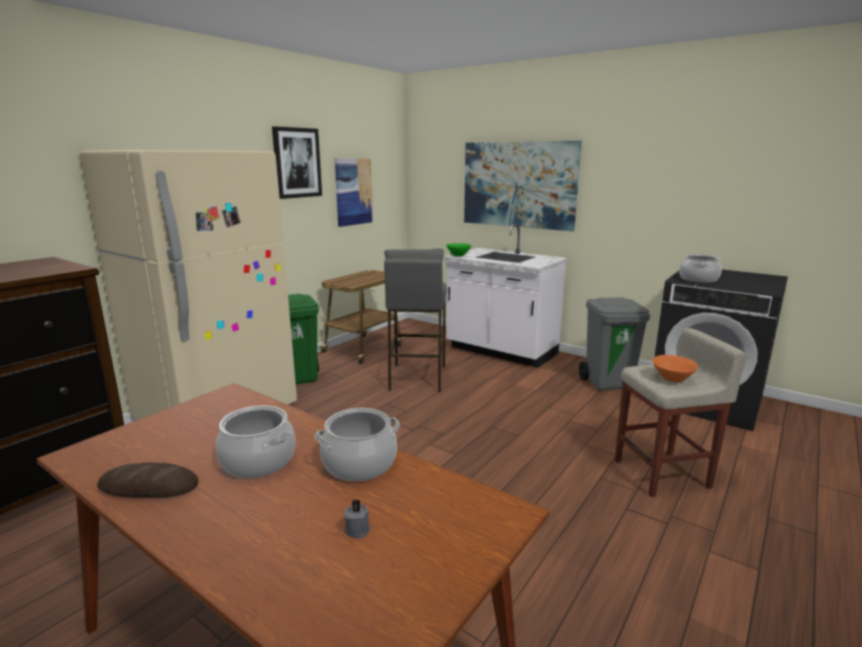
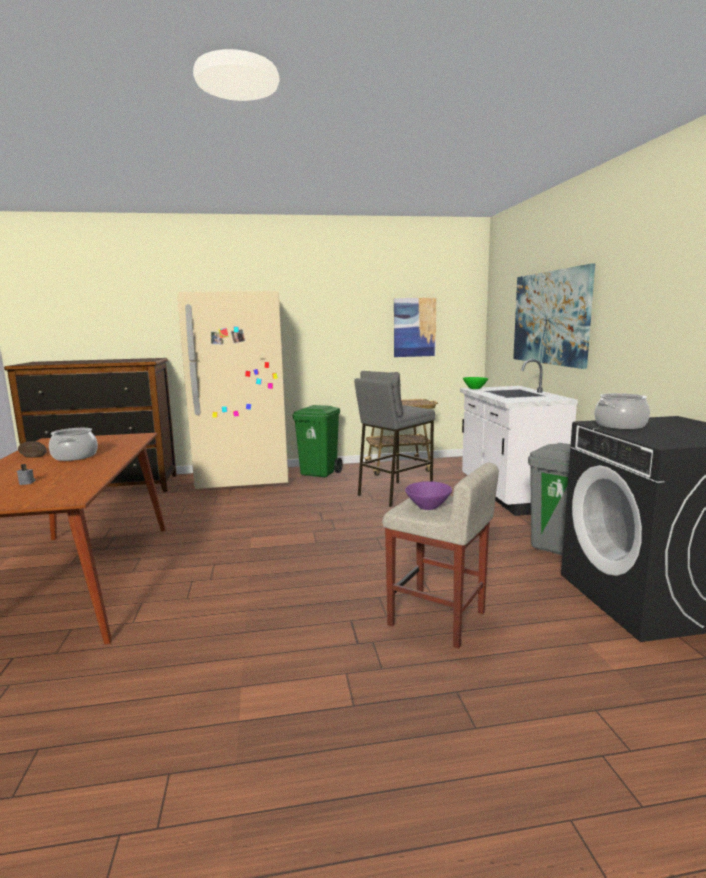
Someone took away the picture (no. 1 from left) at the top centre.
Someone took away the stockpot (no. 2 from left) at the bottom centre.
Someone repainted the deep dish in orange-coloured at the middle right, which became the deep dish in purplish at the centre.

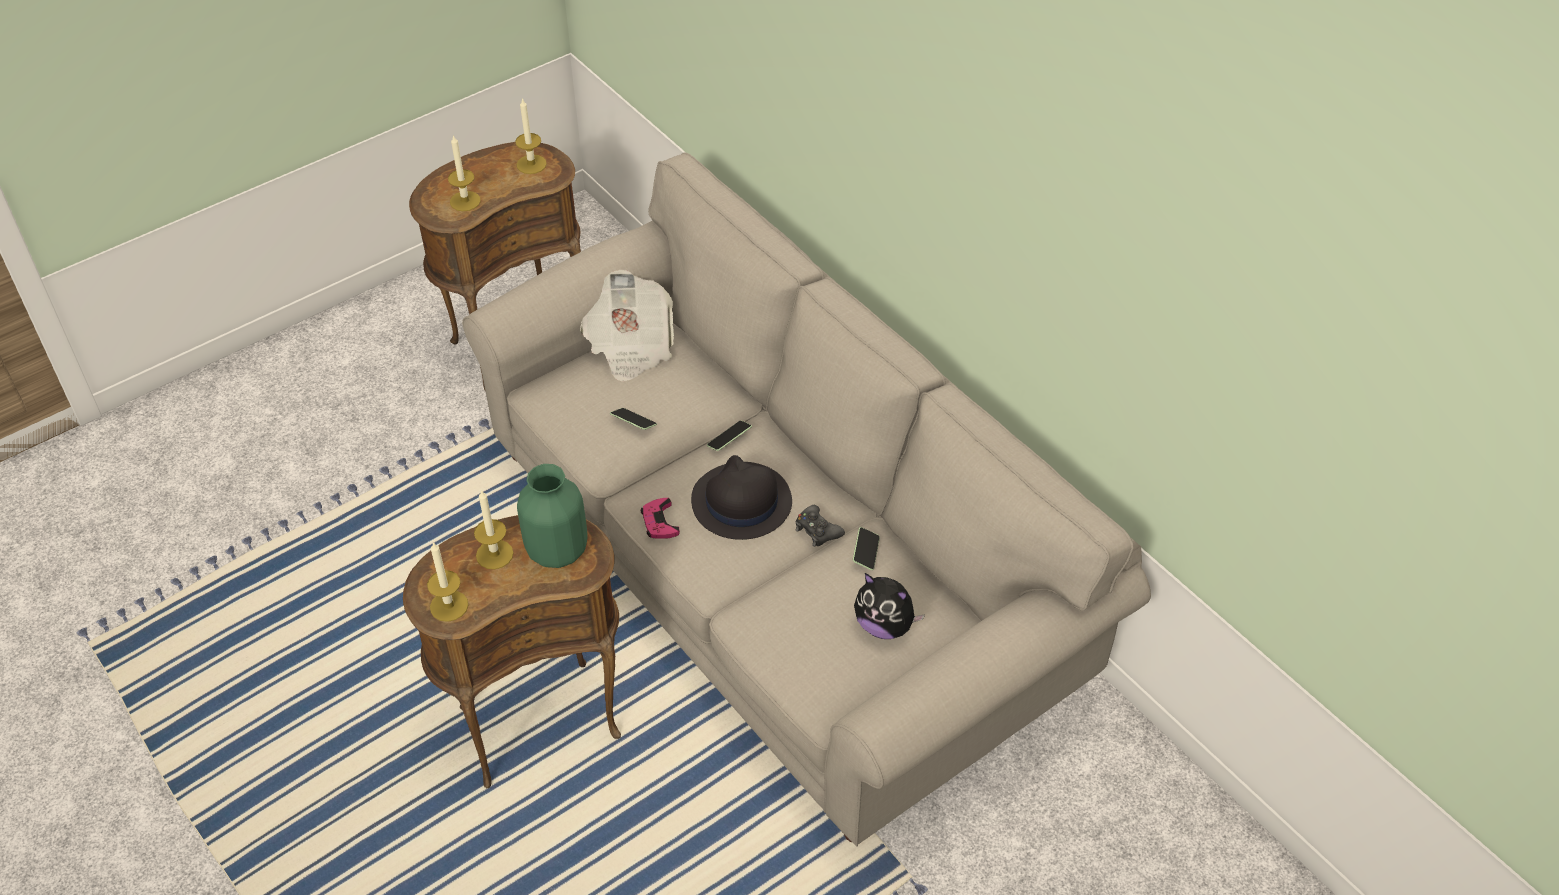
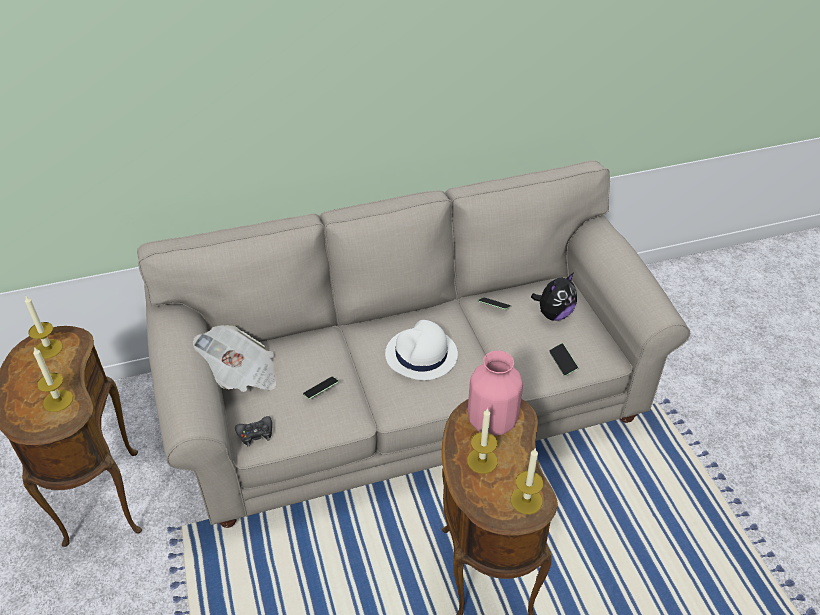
Someone repainted the flower vase in green at the centre, which became the flower vase in pink at the centre.
Someone took away the game controller in pink at the centre.
Someone repainted the clothing hat in black-coloured at the centre, which became the clothing hat in white at the centre.
Someone carried the phone (no. 2 from left in the first image) from the centre to the middle right.
Someone carried the game controller in black-coloured from the centre to the bottom left.

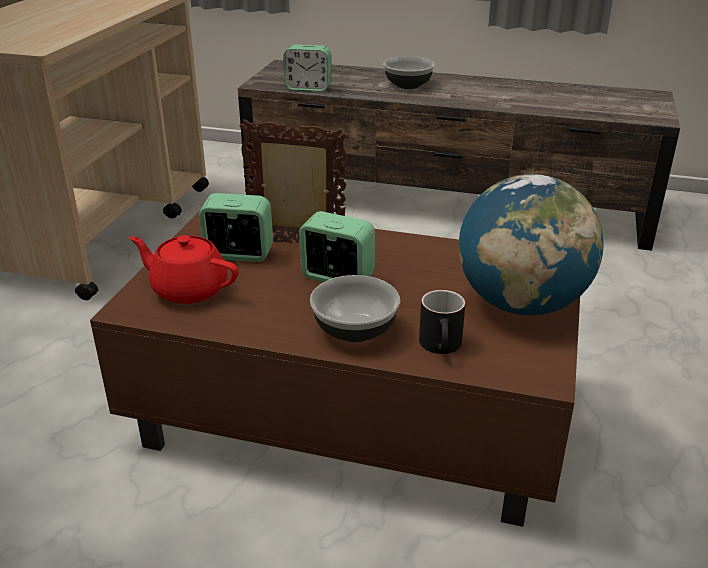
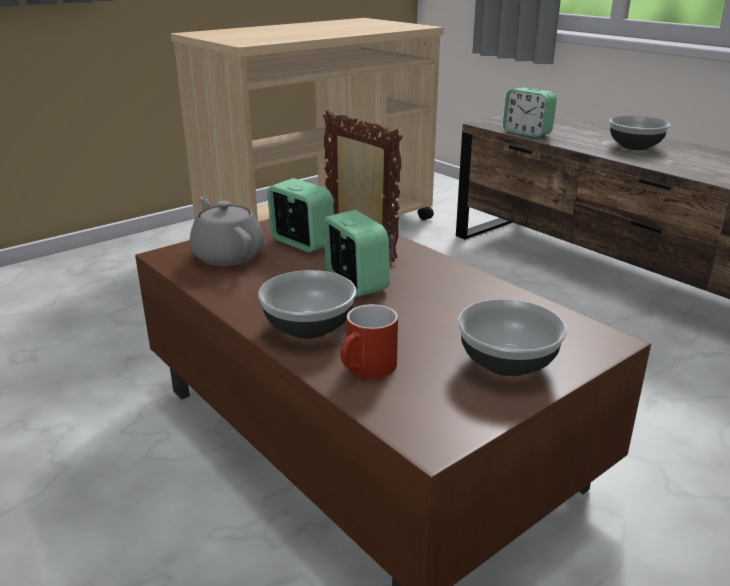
Someone repainted the teapot in red at the middle left, which became the teapot in greyish at the middle left.
Someone repainted the coffee mug in black-coloured at the centre, which became the coffee mug in red at the centre.
Someone swapped the desk globe at the middle right for the deep dish (no. 2 from left) at the middle right.

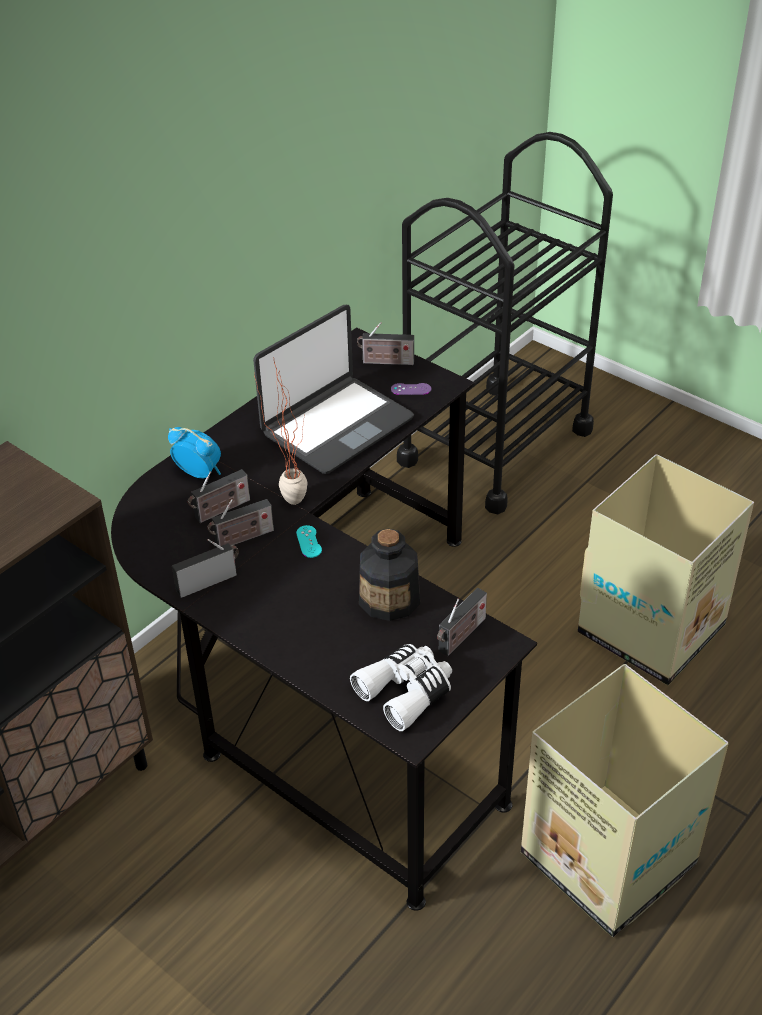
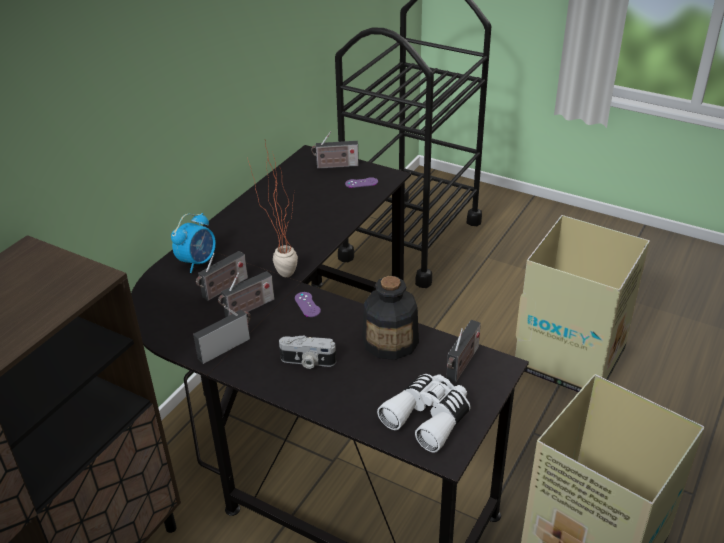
Someone rotated the bedside clock at the middle left by 105 degrees clockwise.
Someone took away the notebook computer at the centre.
Someone repainted the game controller in turquoise-coloured at the centre, which became the game controller in purplish (no. 1 from left) at the centre.
Someone put down the photo camera at the centre.

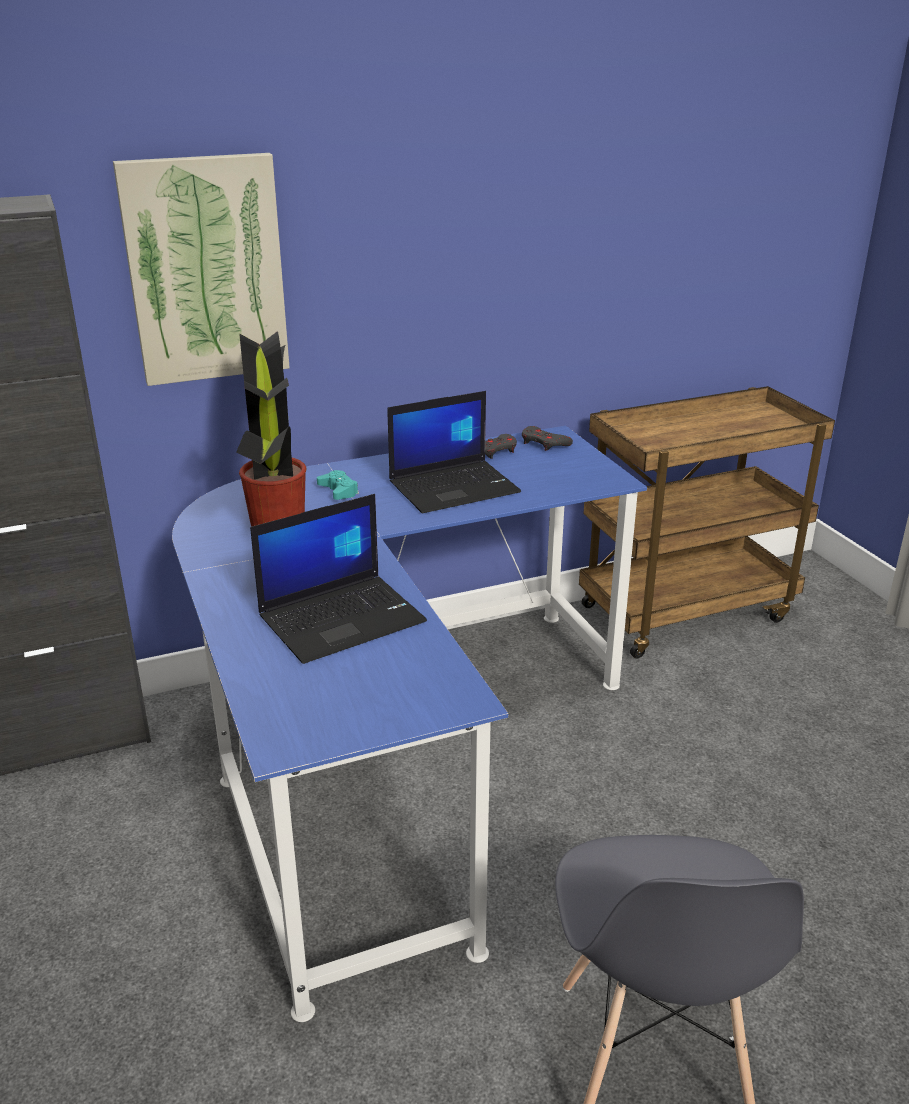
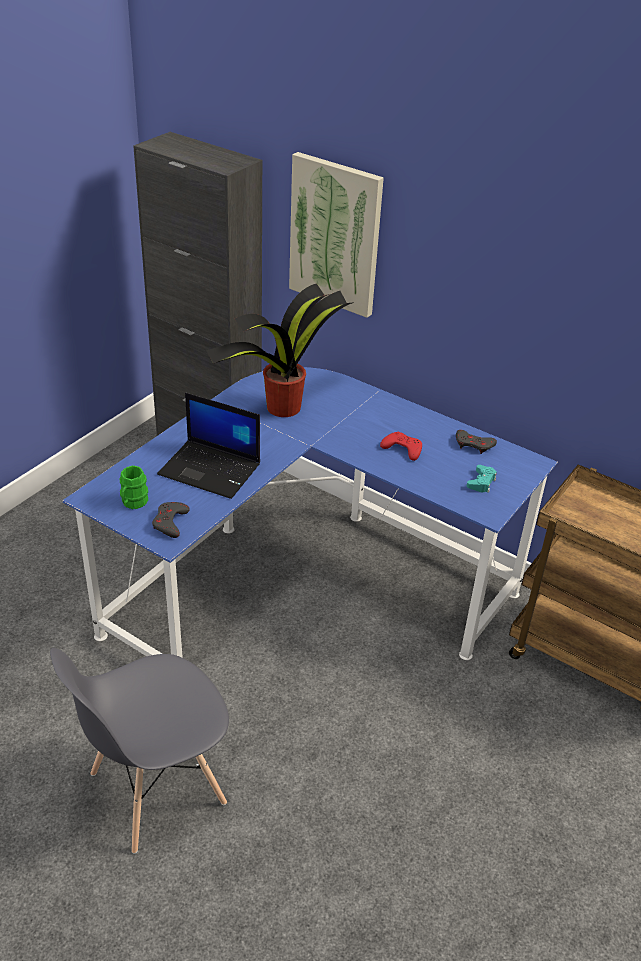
Someone carried the game controller in turquoise-coloured from the centre to the middle right.
Someone swapped the notebook computer (no. 2 from left) at the centre for the game controller in red at the centre.
Someone carried the game controller in greyish (no. 2 from left in the first image) from the centre to the middle left.
Someone put down the coffee mug in green at the middle left.

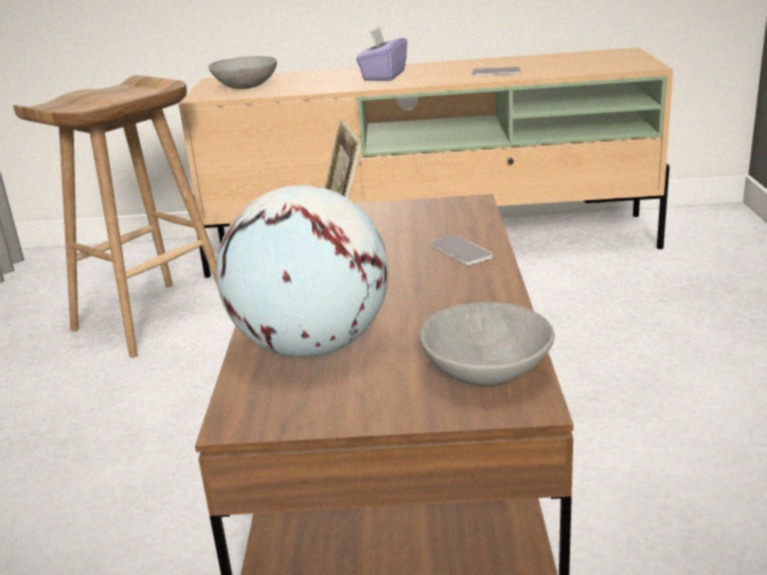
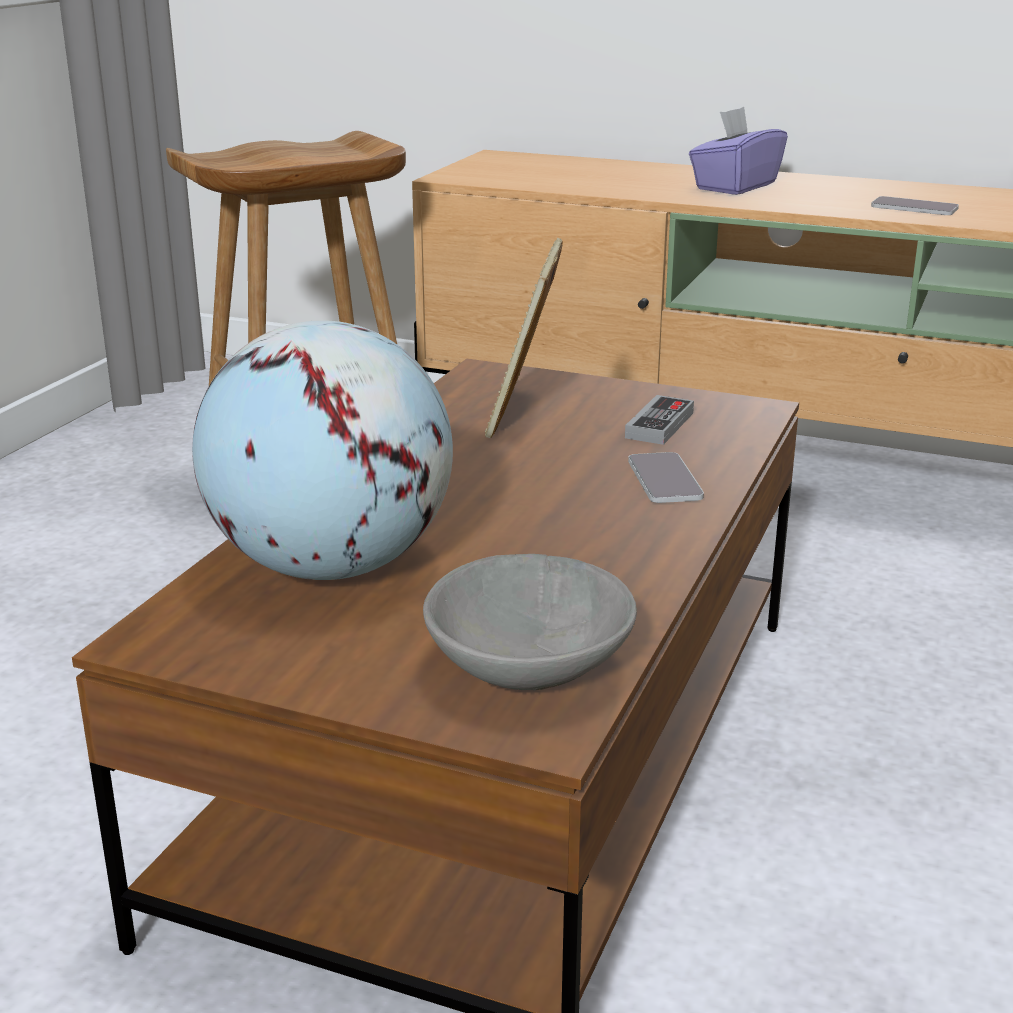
Someone took away the deep dish in greyish (no. 1 from left) at the top left.
Someone put down the game controller at the centre.

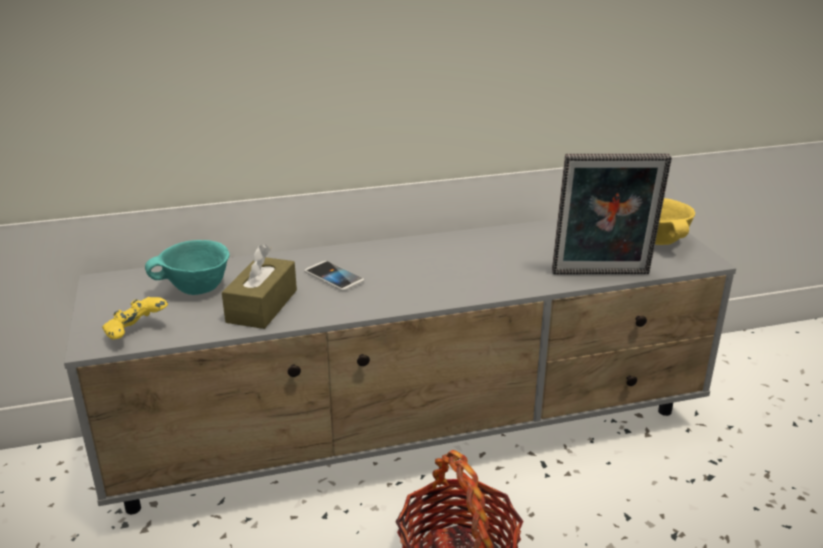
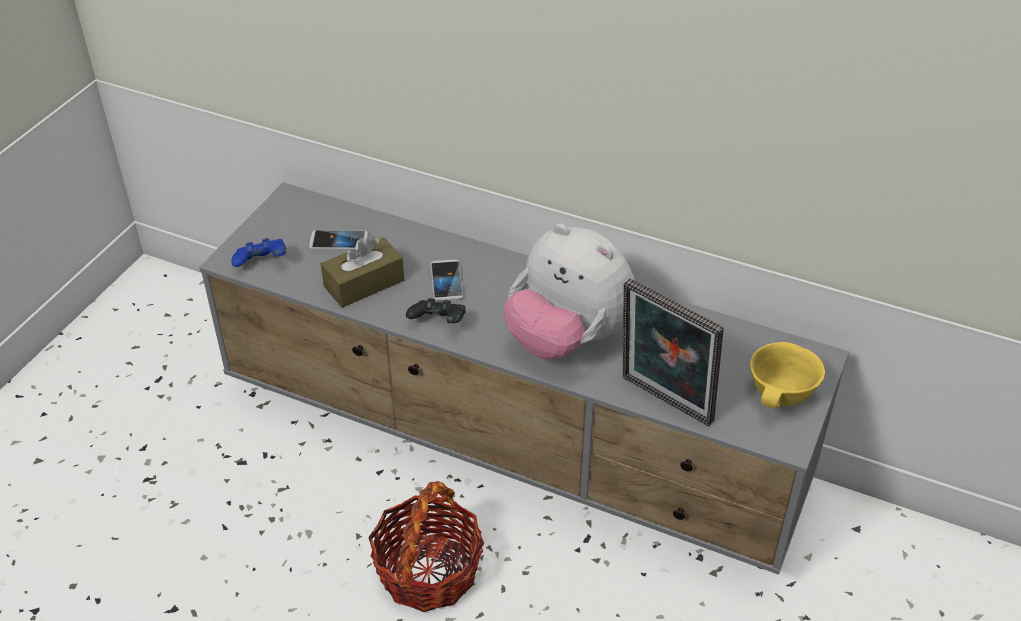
Someone repainted the game controller in yellow-coloured at the middle left, which became the game controller in blue at the middle left.
Someone swapped the deep dish in turquoise-coloured at the middle left for the phone (no. 1 from left) at the middle left.
Someone put down the game controller in black-coloured at the centre.
Someone put down the soft toy at the centre.

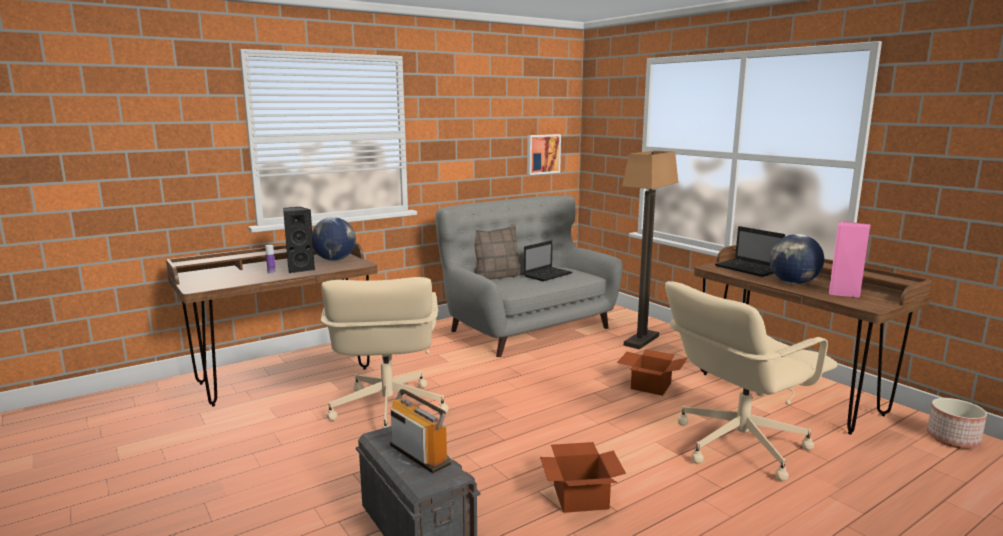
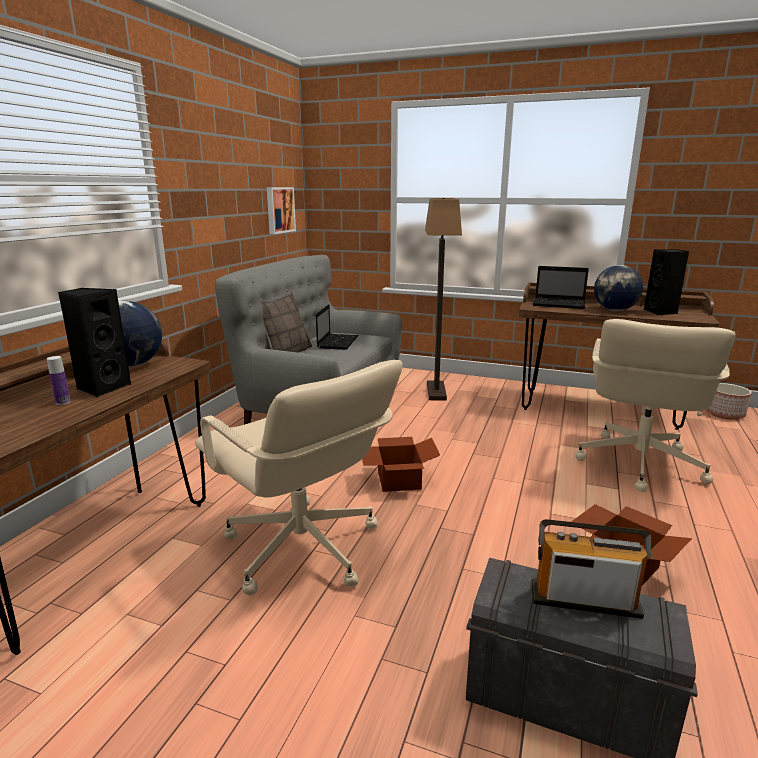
Someone carried the packing box (no. 2 from left in the first image) from the bottom centre to the centre.
Someone repainted the speaker in pink at the middle right, which became the speaker in black-coloured (no. 2 from left) at the middle right.

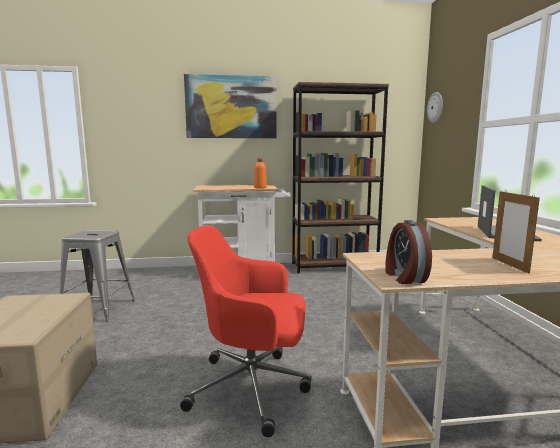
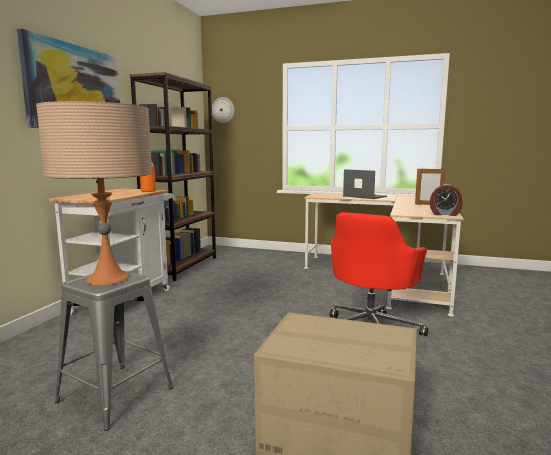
Someone put down the lamp for a table in beige at the middle left.

